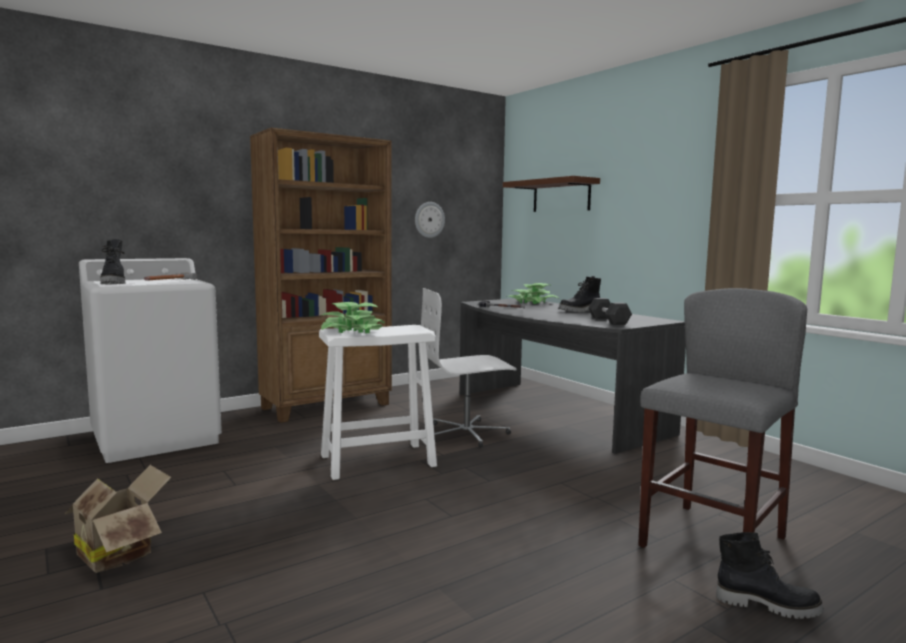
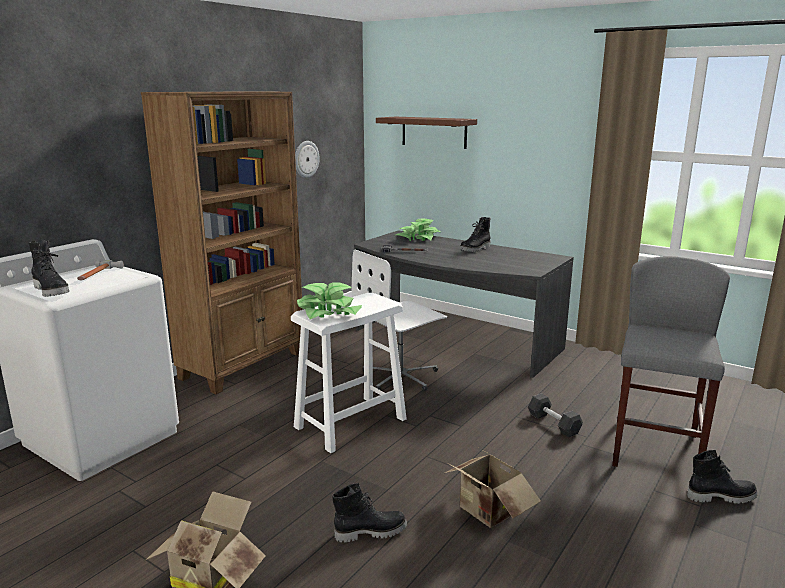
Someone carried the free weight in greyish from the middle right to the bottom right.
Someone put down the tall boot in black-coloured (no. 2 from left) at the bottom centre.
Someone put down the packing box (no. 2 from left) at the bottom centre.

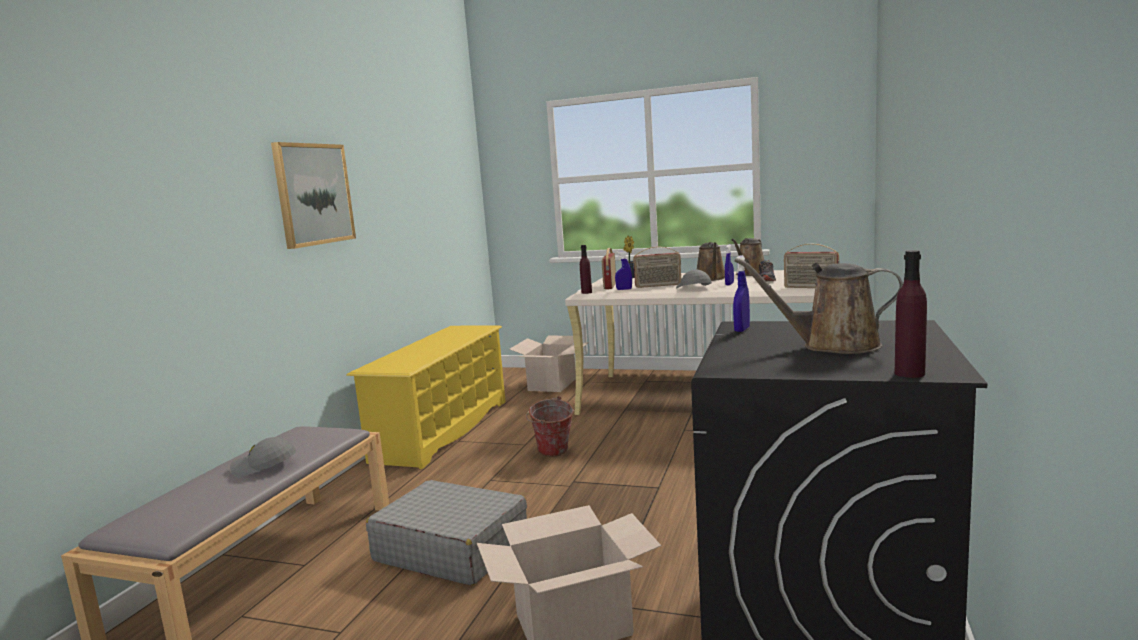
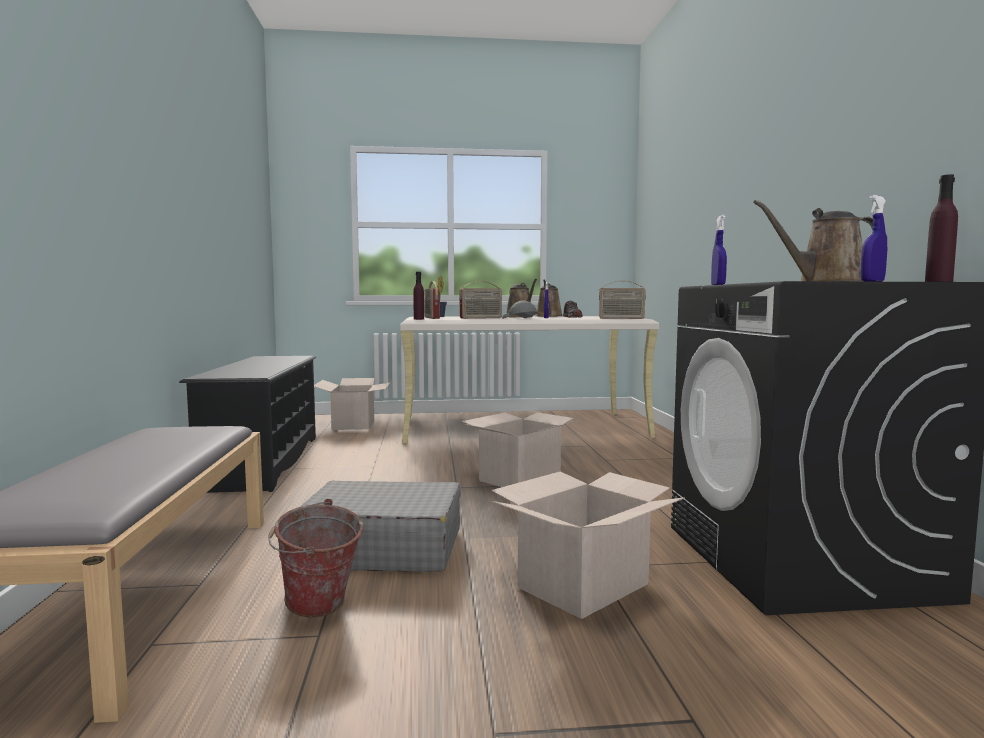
Someone took away the cap in greyish (no. 1 from left) at the bottom left.
Someone took away the picture at the top left.
Someone repainted the shoe rack in yellow-coloured at the centre, which became the shoe rack in black-coloured at the middle left.
Someone carried the bucket from the centre to the bottom left.
Someone carried the hand sprayer in blue (no. 1 from left in the first image) from the centre to the top right.
Someone put down the packing box (no. 2 from left) at the centre.

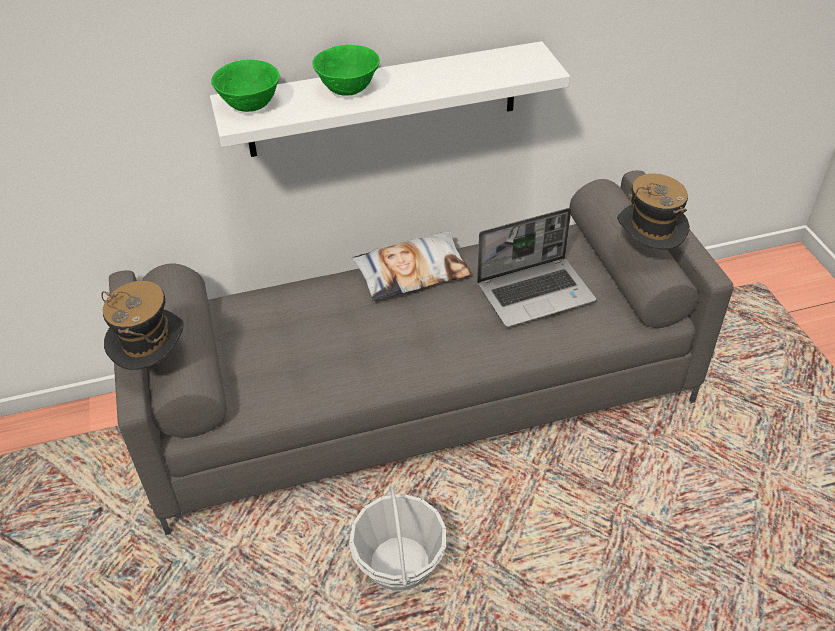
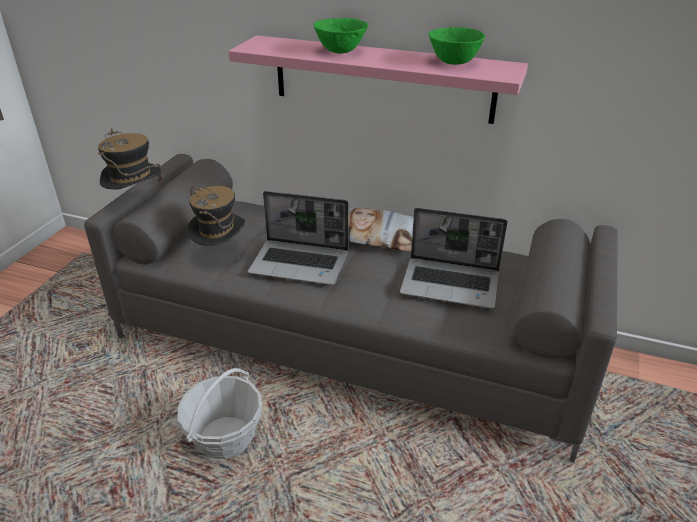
Someone repainted the wall shelf in white at the top centre, which became the wall shelf in pink at the top centre.
Someone carried the deep dish in green (no. 1 from left in the first image) from the top left to the top centre.
Someone carried the clothing hat (no. 2 from left) from the middle right to the middle left.
Someone put down the notebook computer (no. 1 from left) at the centre.

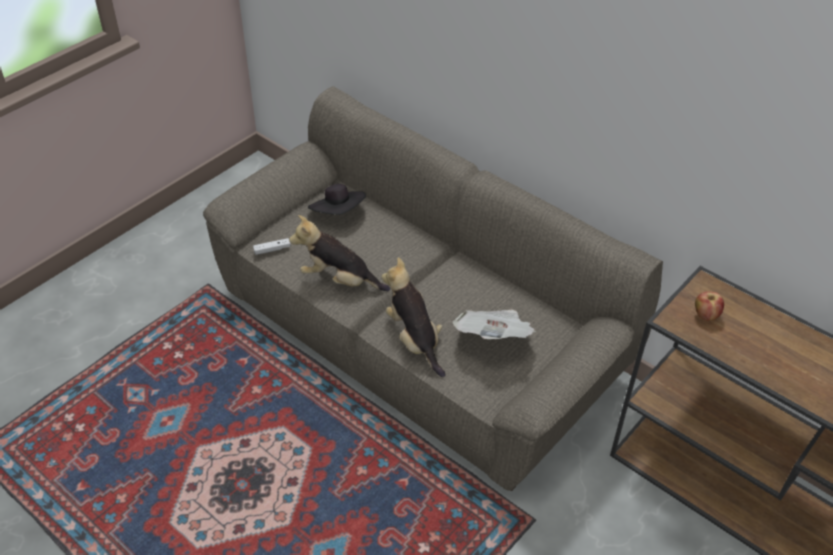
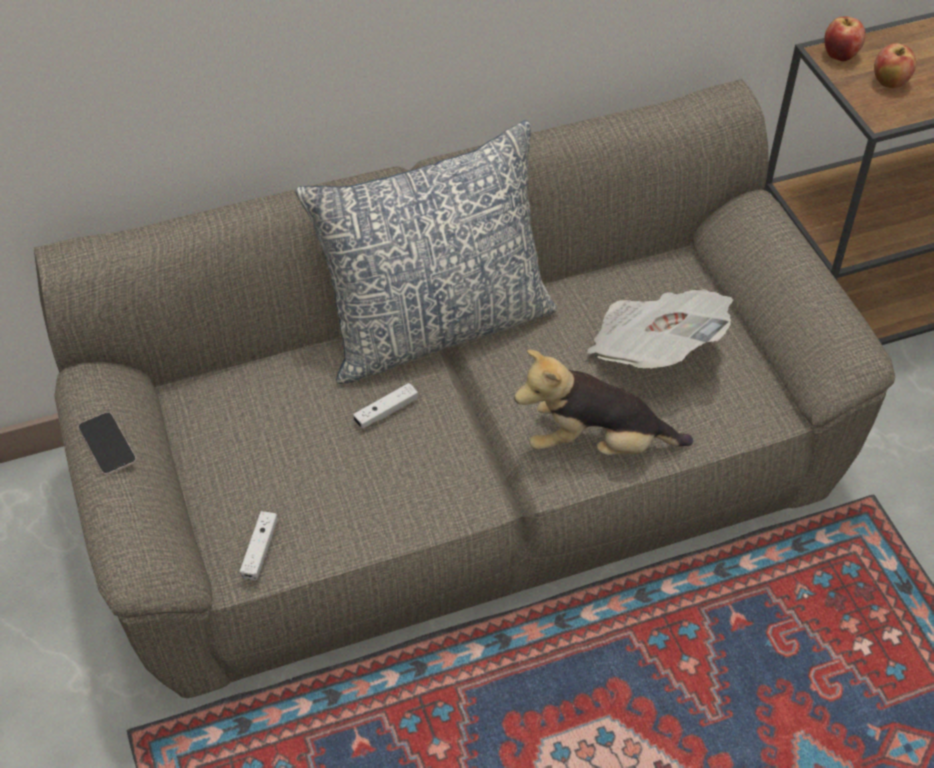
Someone took away the soft toy (no. 1 from left) at the centre.
Someone took away the clothing hat in black-coloured at the centre.
Someone put down the phone at the middle left.
Someone put down the throw pillow at the top centre.
Someone put down the game controller in white (no. 2 from left) at the centre.
Someone put down the apple fruit (no. 1 from left) at the top right.

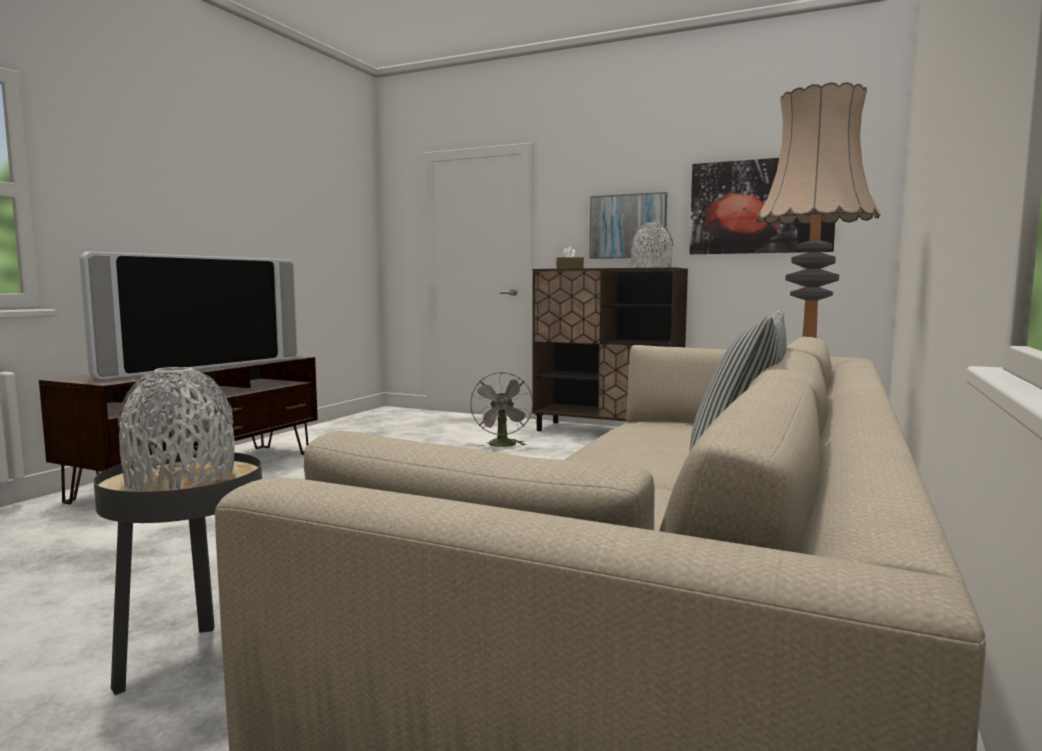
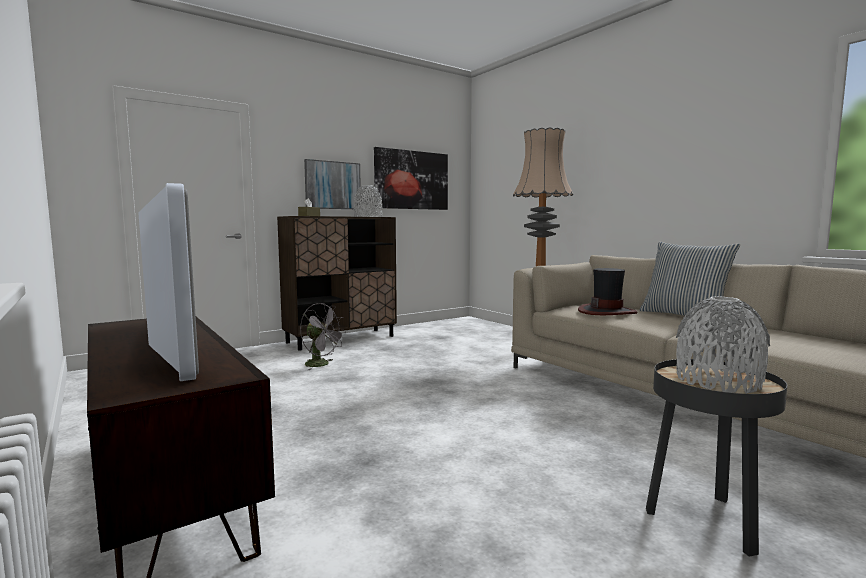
Someone put down the clothing hat at the middle right.

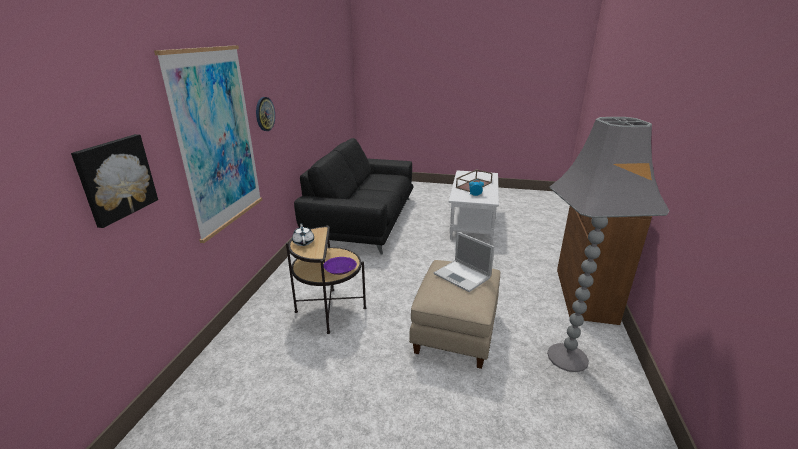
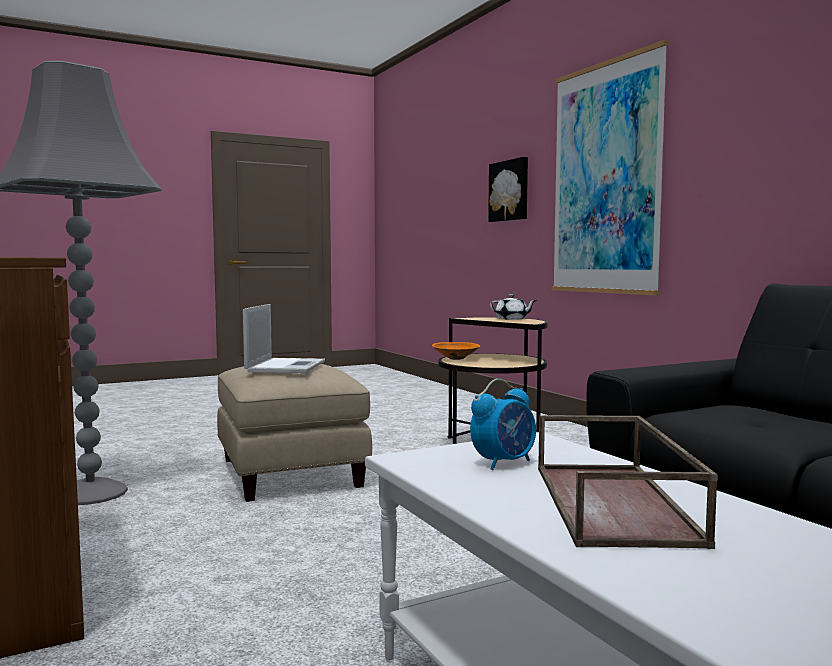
Someone took away the wall clock at the top left.
Someone repainted the deep dish in purplish at the centre, which became the deep dish in orange-coloured at the centre.
Someone rotated the notebook computer at the centre by 90 degrees clockwise.

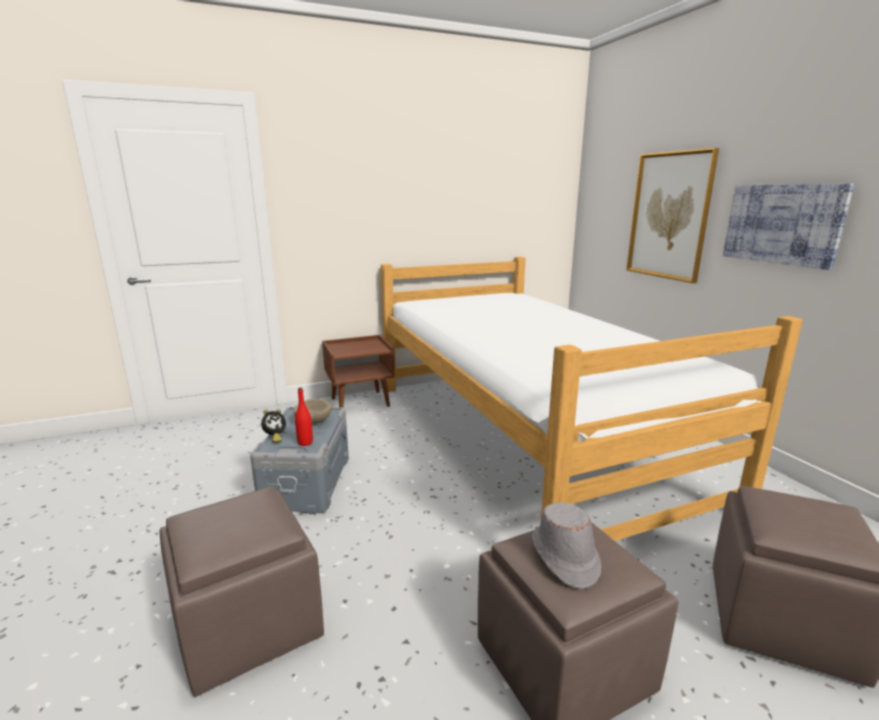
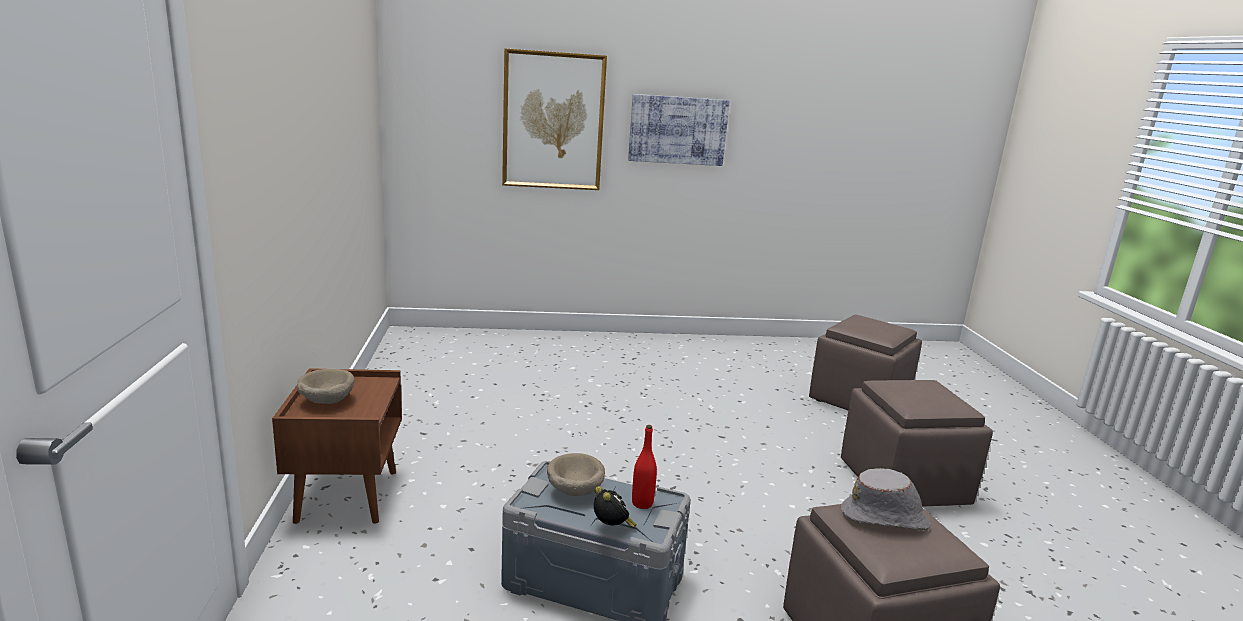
Someone took away the sleeping bed at the middle right.
Someone carried the clothing hat in greyish from the bottom centre to the bottom right.
Someone put down the deep dish in beige (no. 1 from left) at the middle left.

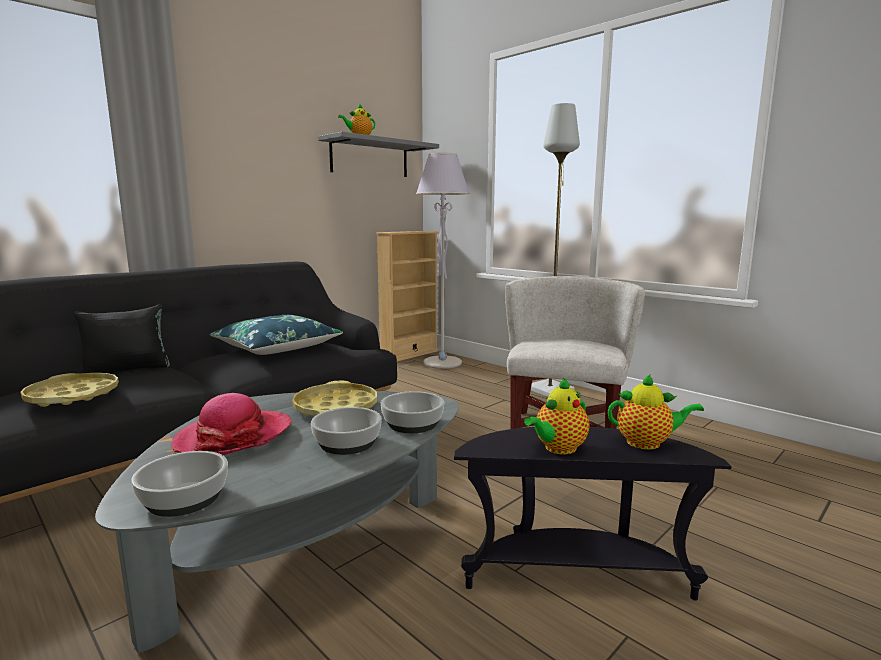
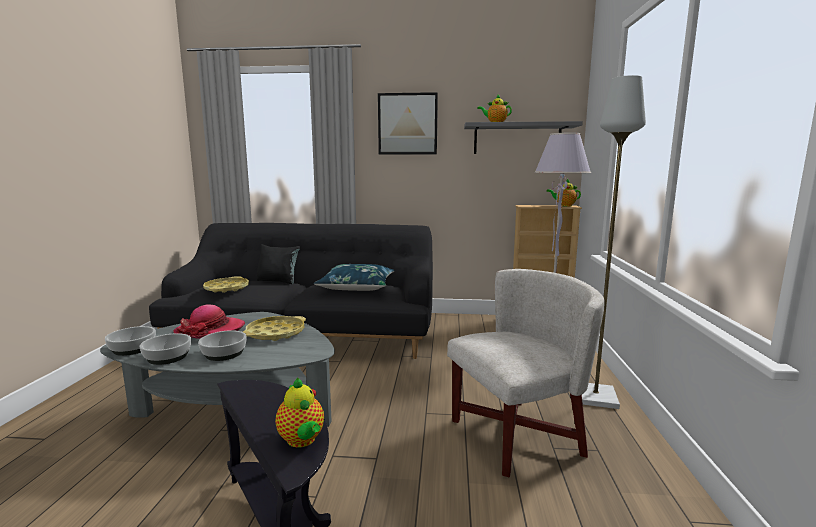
Someone carried the deep dish (no. 3 from left in the first image) from the centre to the middle left.
Someone carried the teapot (no. 2 from left in the first image) from the centre to the middle right.
Someone put up the picture at the top centre.

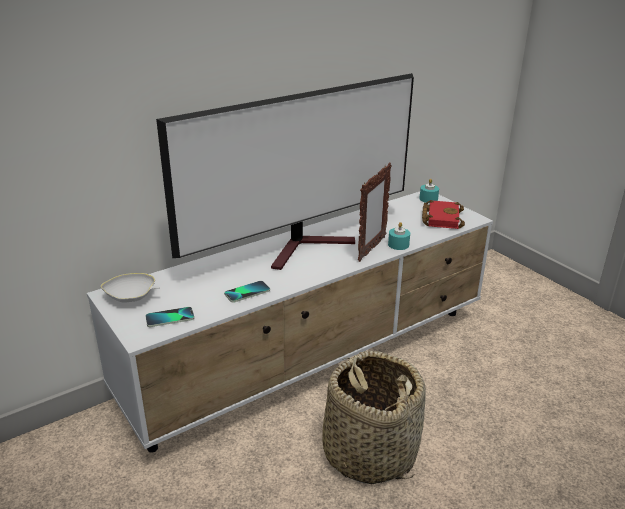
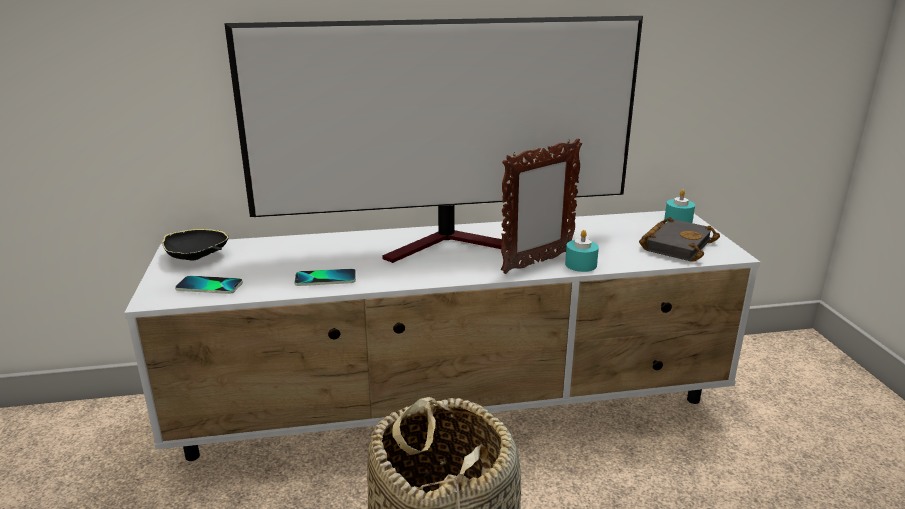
Someone repainted the deep dish in white at the middle left, which became the deep dish in black-coloured at the middle left.
Someone repainted the book in red at the middle right, which became the book in black-coloured at the middle right.

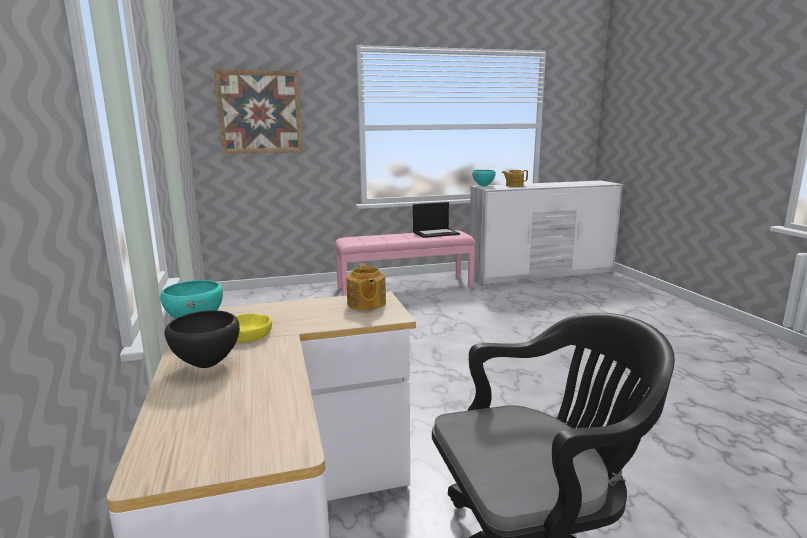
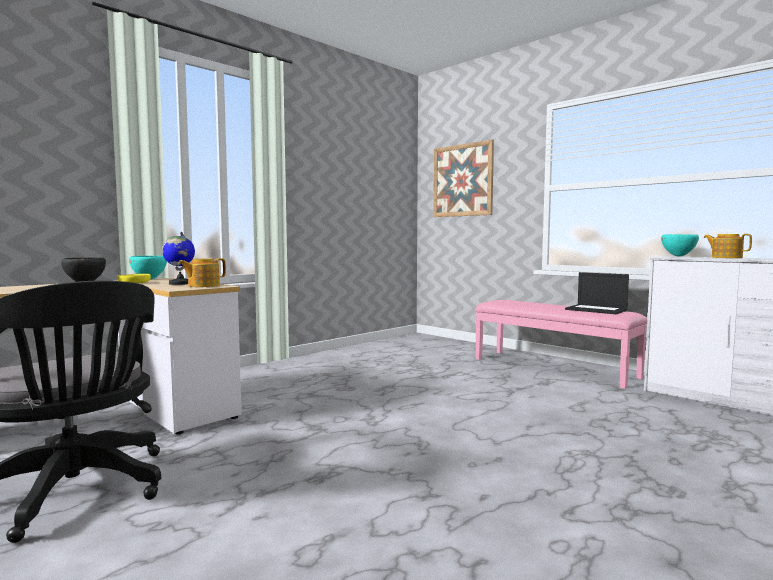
Someone put down the desk globe at the middle left.

